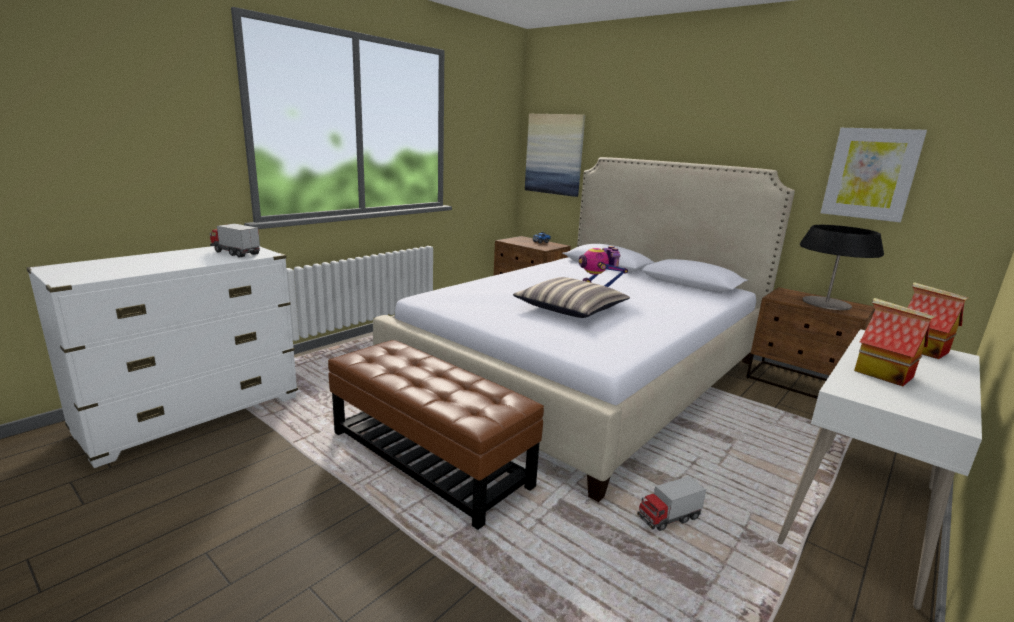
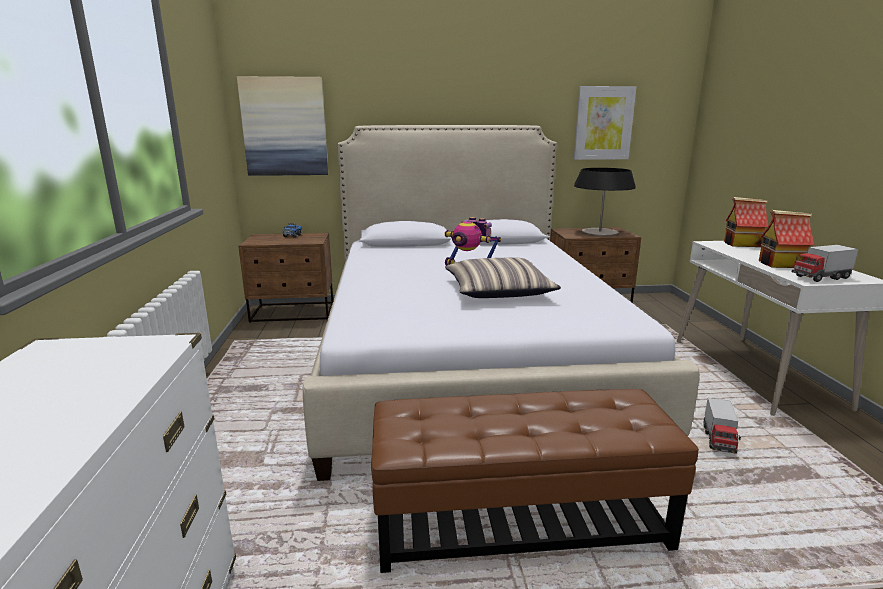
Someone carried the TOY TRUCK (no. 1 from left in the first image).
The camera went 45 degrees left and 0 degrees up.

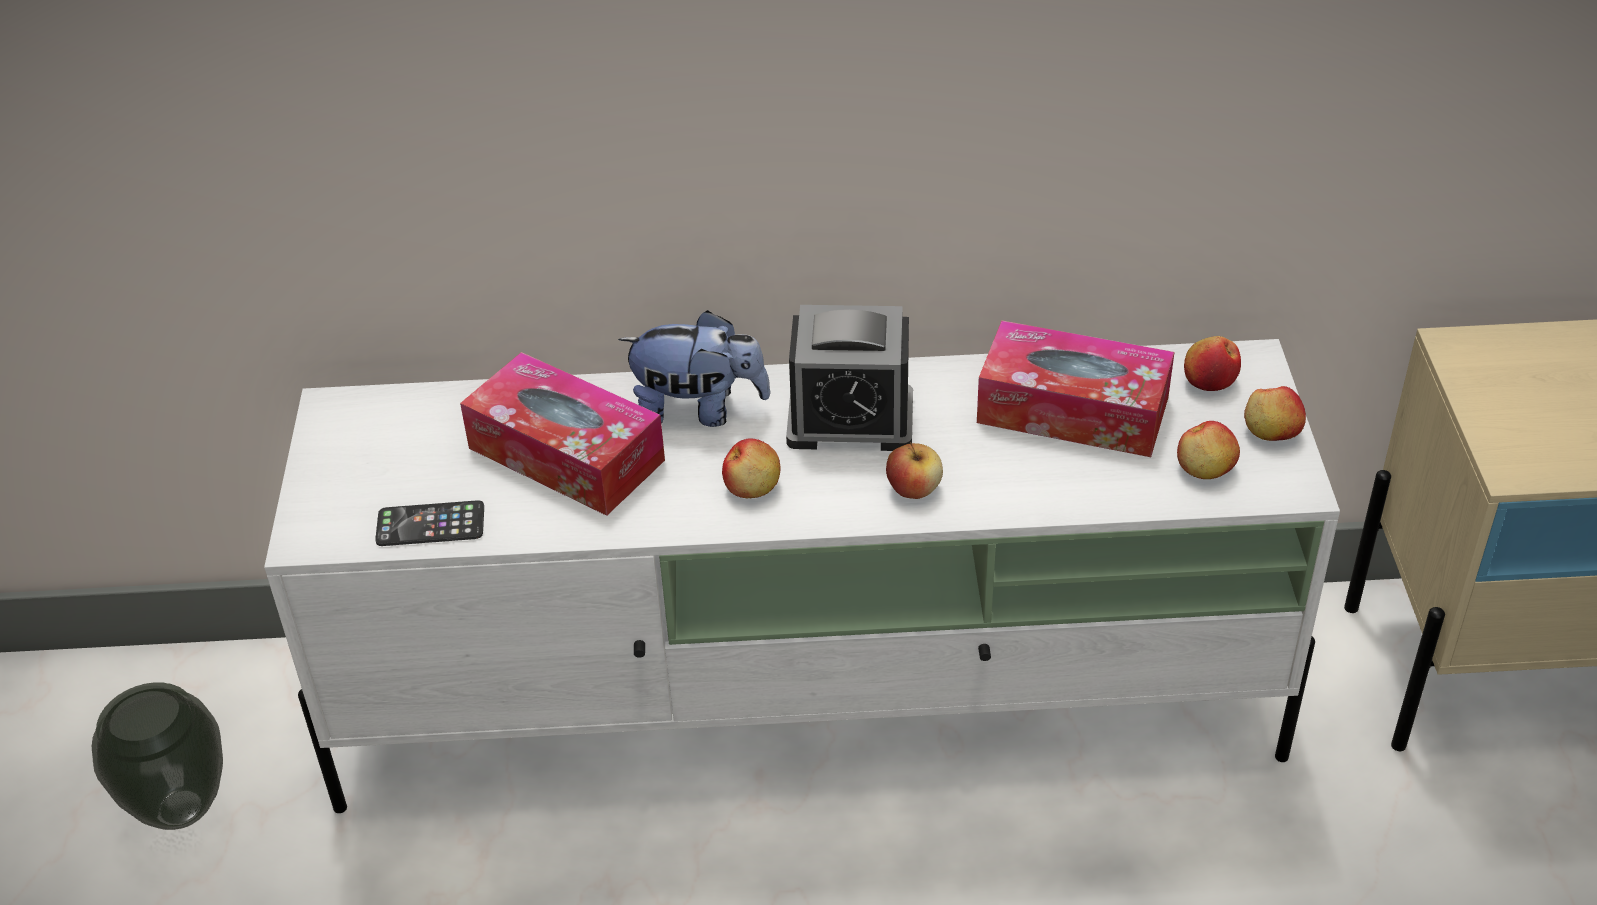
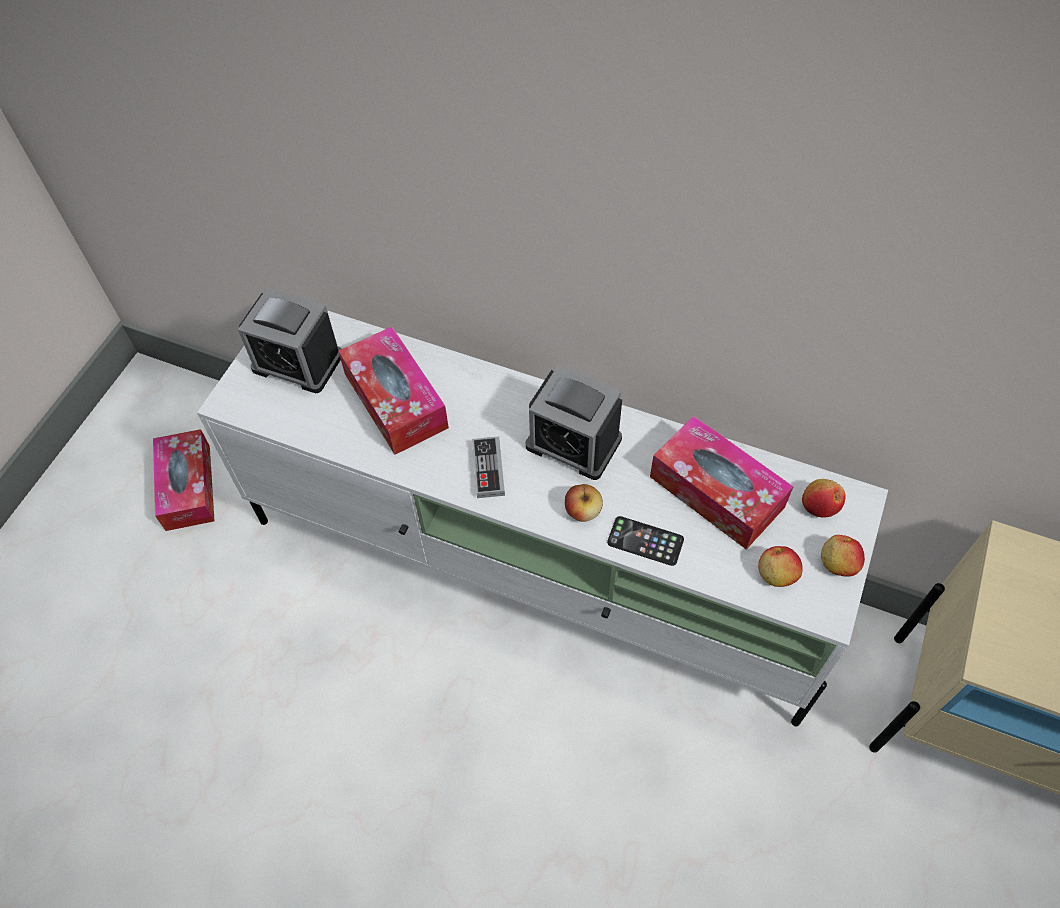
Someone took away the PLUSH TOY.
Someone swapped the APPLE (no. 1 from left) for the GAME CONTROLLER.
Someone carried the PHONE.
Someone swapped the VASE for the TISSUE BOX (no. 1 from left).
Someone put down the ALARM CLOCK (no. 1 from left).
The camera went 25 degrees right and 15 degrees up.

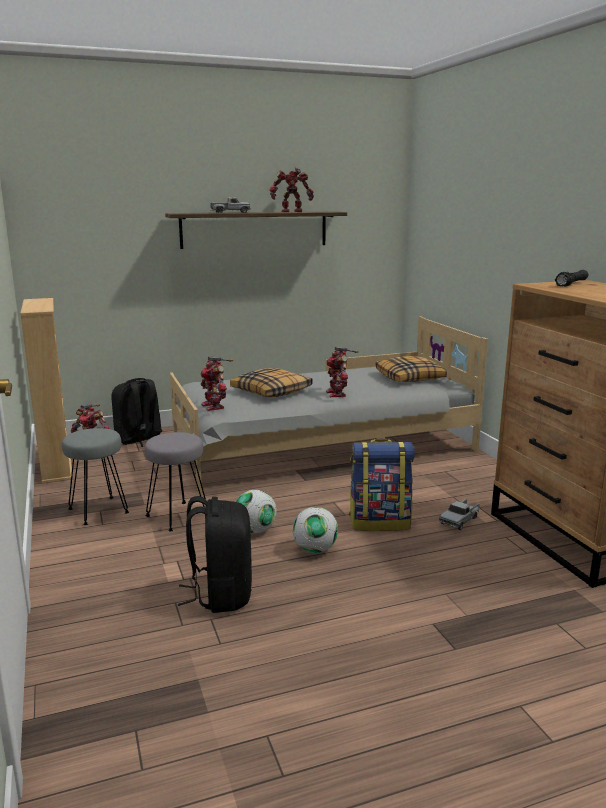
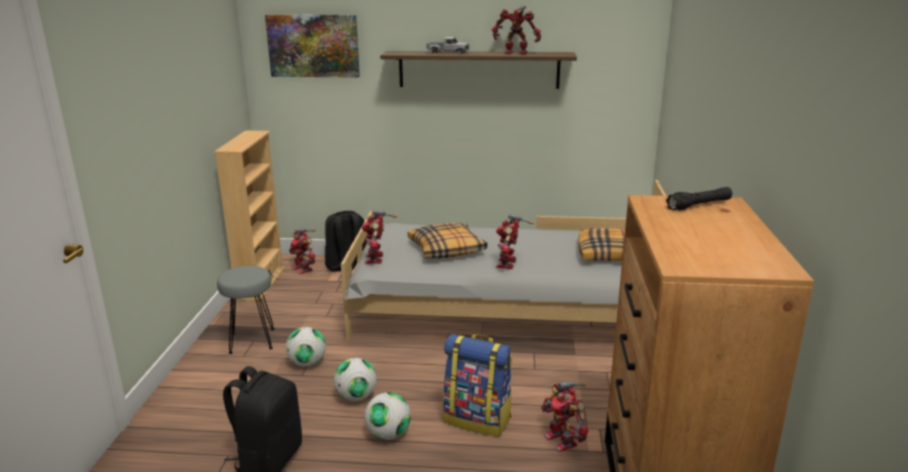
Someone swapped the GREY STOOL (no. 2 from left) for the FOOTBALL (no. 1 from left).
Someone swapped the TOY TRUCK (no. 2 from left) for the TOY ROBOT (no. 5 from left).
Someone put up the PICTURE.
The camera went 25 degrees right and 5 degrees up.

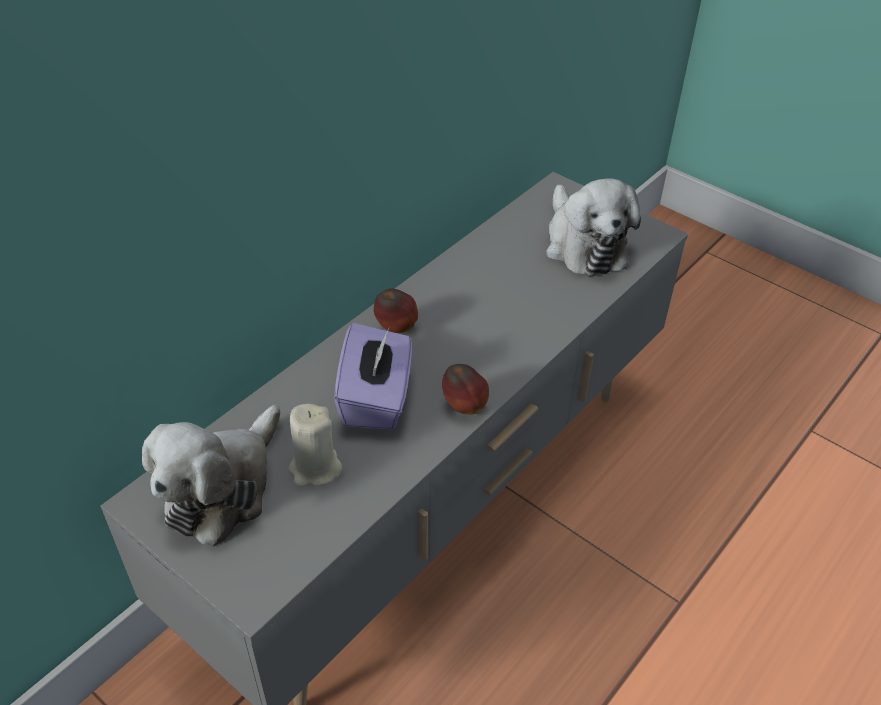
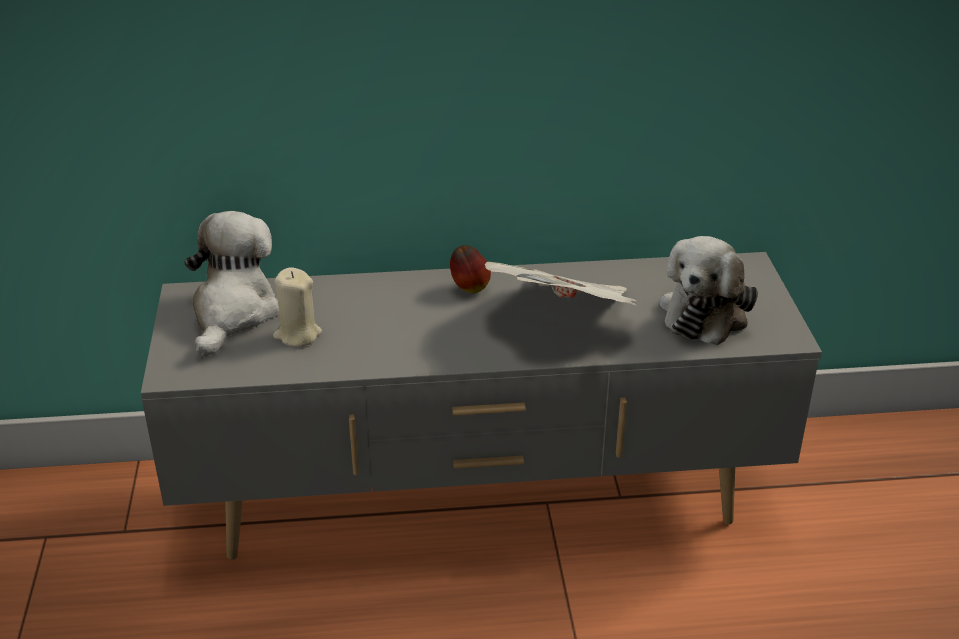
Someone took away the PURPLE TISSUE BOX.
Someone took away the APPLE (no. 2 from left).
Someone rotated the PLUSH TOY (no. 1 from left) by 120 degrees clockwise.
Someone put down the NEWSPAPER.
The camera went 45 degrees right and 10 degrees down.

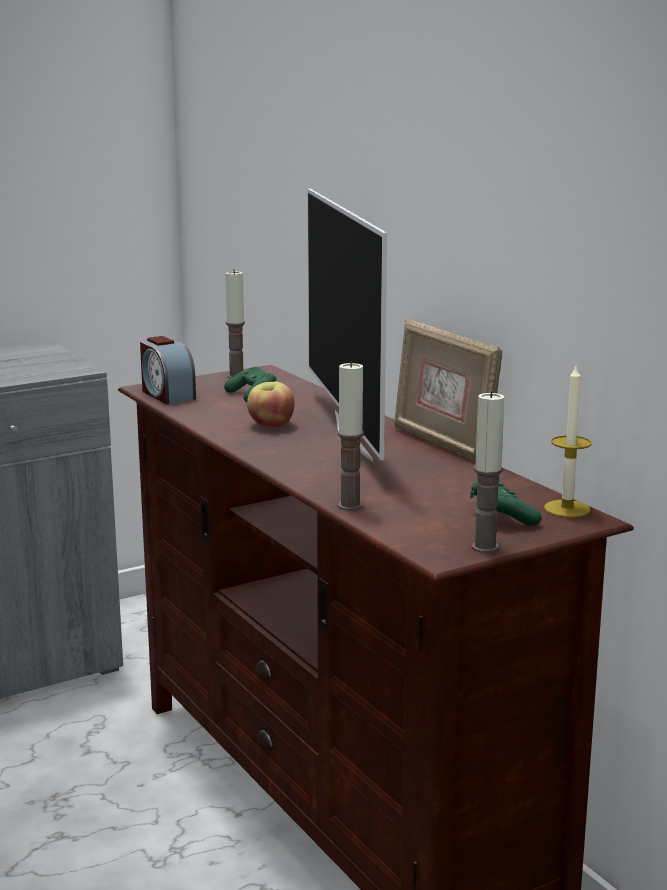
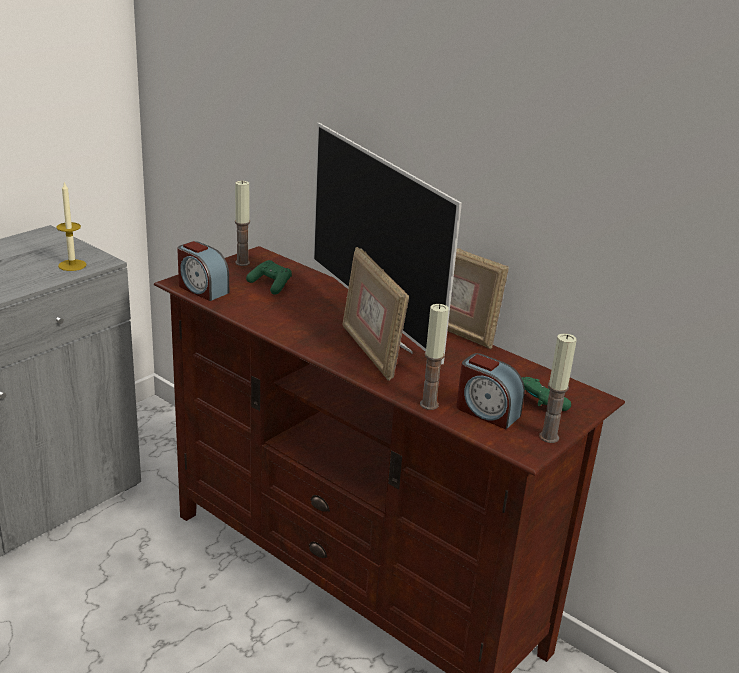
Someone carried the CANDLE (no. 4 from left in the first image).
Someone took away the APPLE.
Someone put down the PICTURE FRAME (no. 1 from left).
Someone put down the ALARM CLOCK (no. 2 from left).
The camera went 20 degrees left and 10 degrees up.

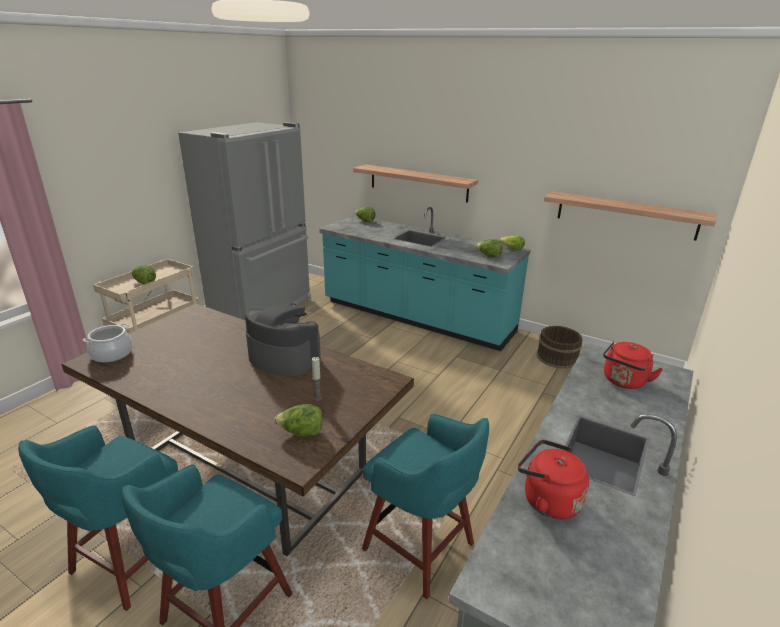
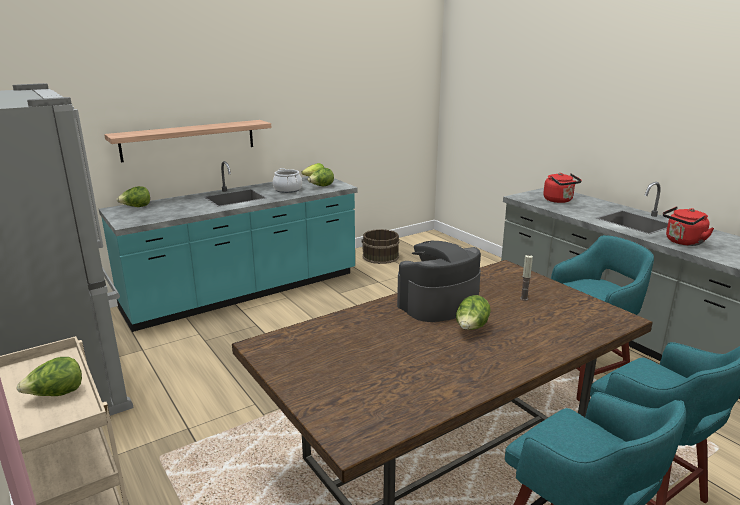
Someone took away the SHELF (no. 2 from left).
Someone carried the COOKING POT.
Someone carried the LETTUCE (no. 2 from left in the first image).
The camera went 65 degrees left and 5 degrees down.

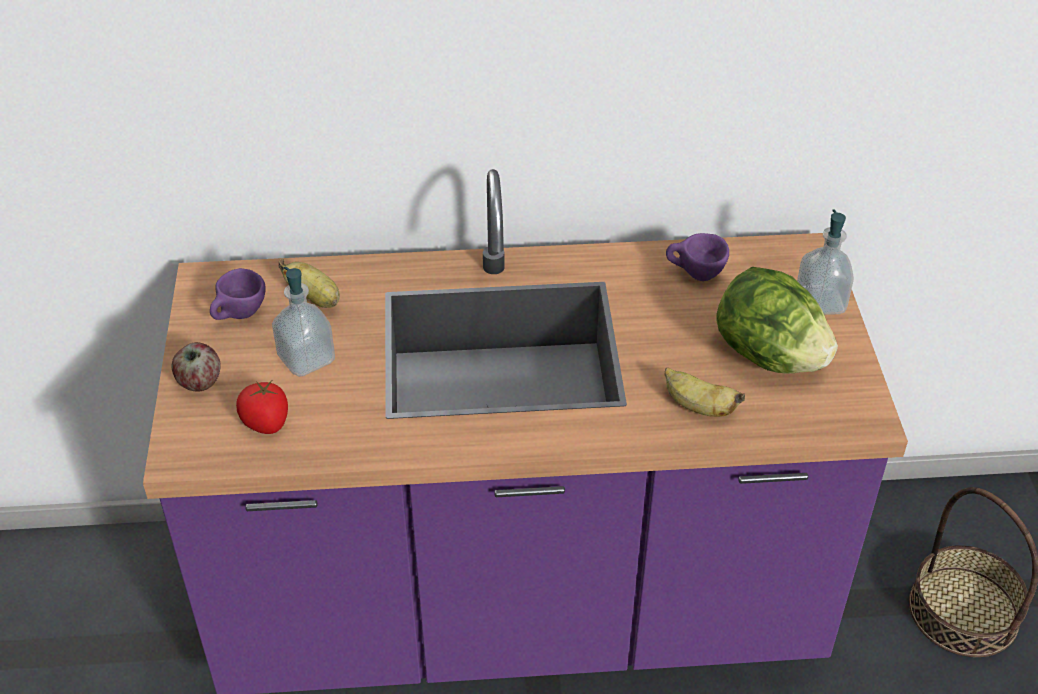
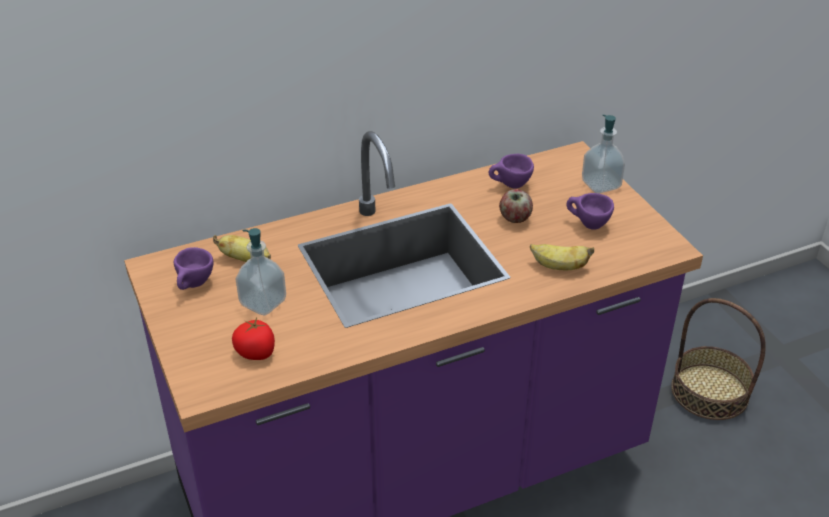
Someone swapped the LETTUCE for the PURPLE CUP (no. 3 from left).
Someone carried the APPLE.
The camera went 20 degrees left and 5 degrees down.

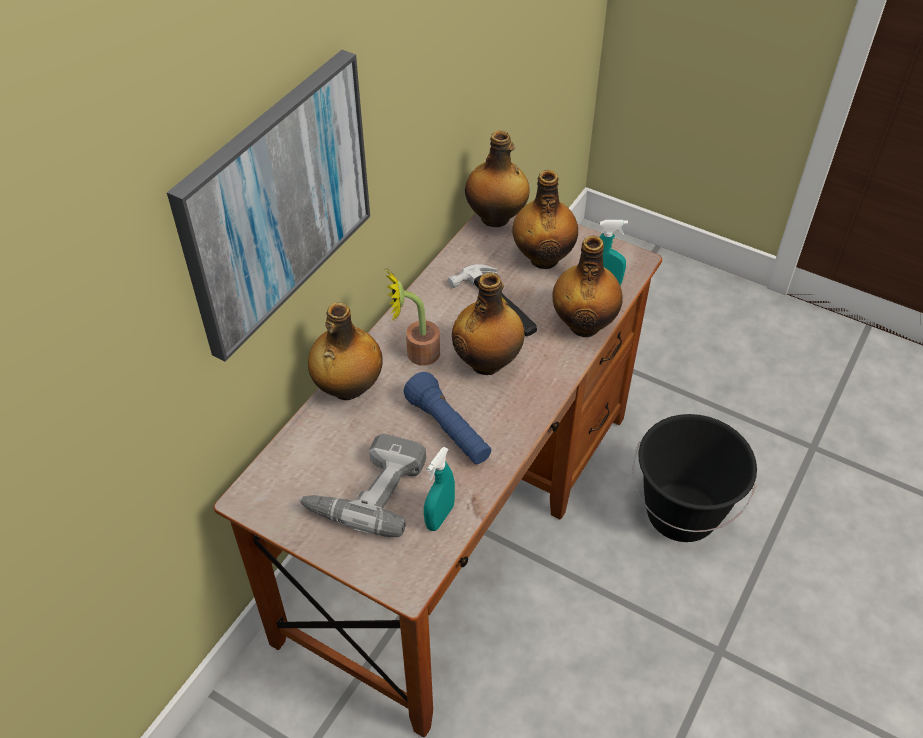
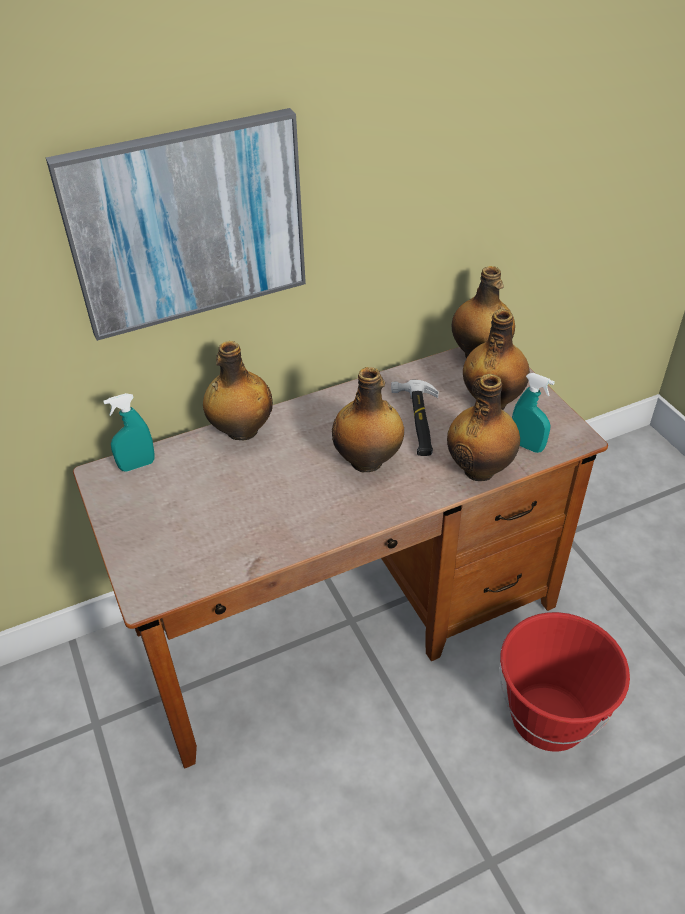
Someone took away the POTTED PLANT.
Someone took away the BLUE FLASHLIGHT.
Someone repainted the BLACK BUCKET, which became the RED BUCKET.
Someone took away the POWER DRILL.
Someone carried the TURQUOISE SPRAY BOTTLE (no. 1 from left).
The camera went 35 degrees right and 5 degrees down.

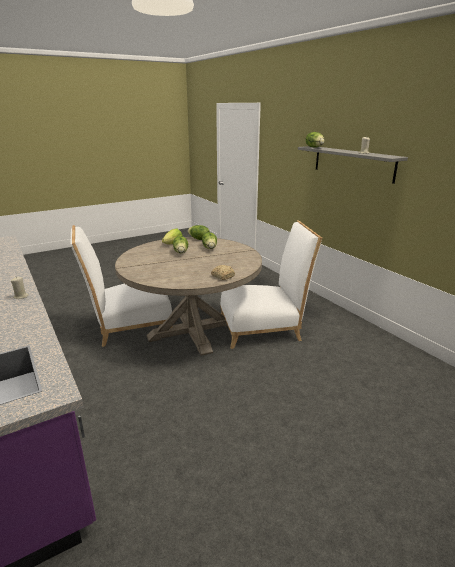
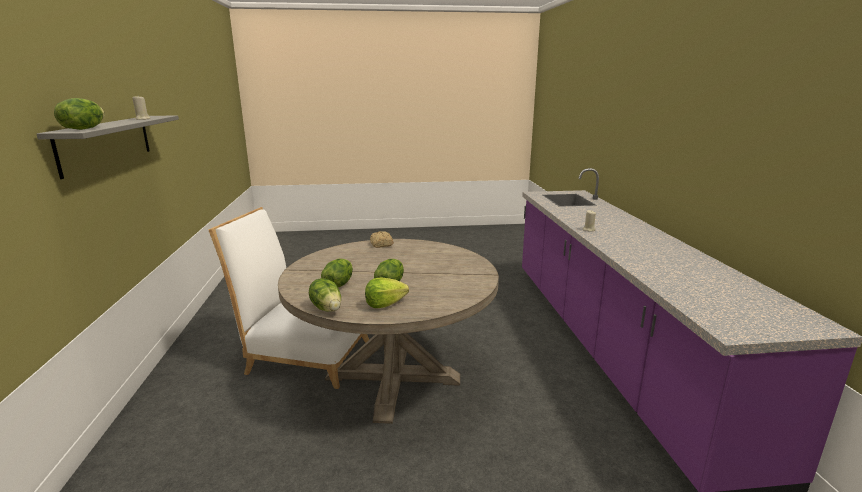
Someone took away the WHITE CHAIR (no. 1 from left).
The camera went 155 degrees left and 5 degrees down.

